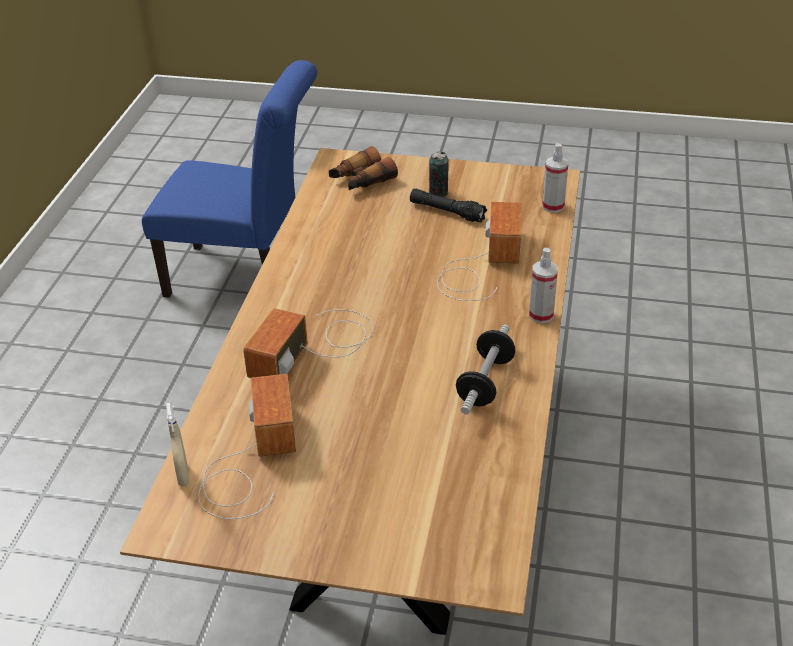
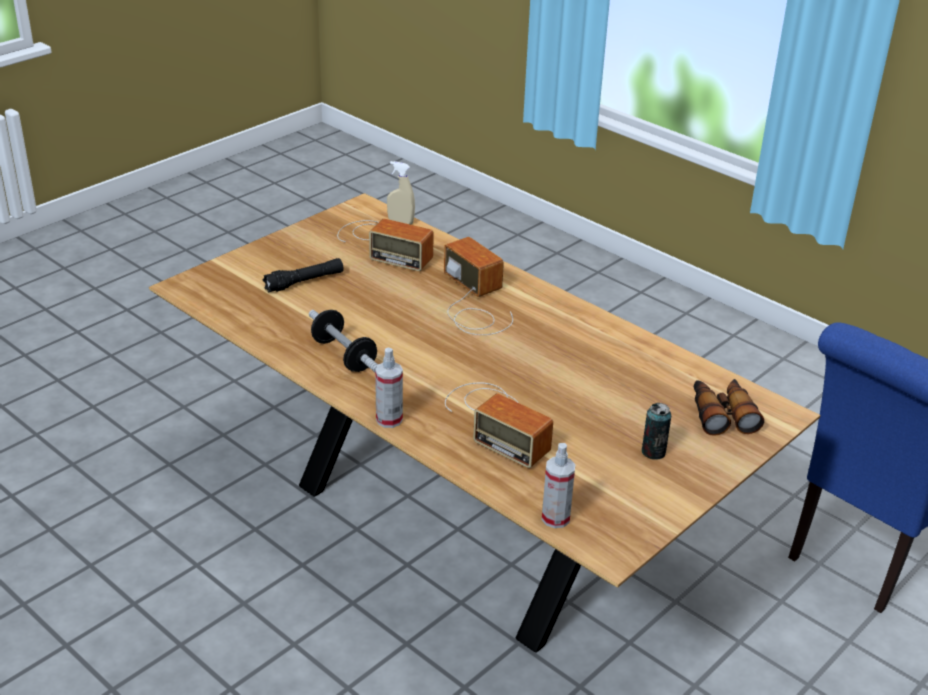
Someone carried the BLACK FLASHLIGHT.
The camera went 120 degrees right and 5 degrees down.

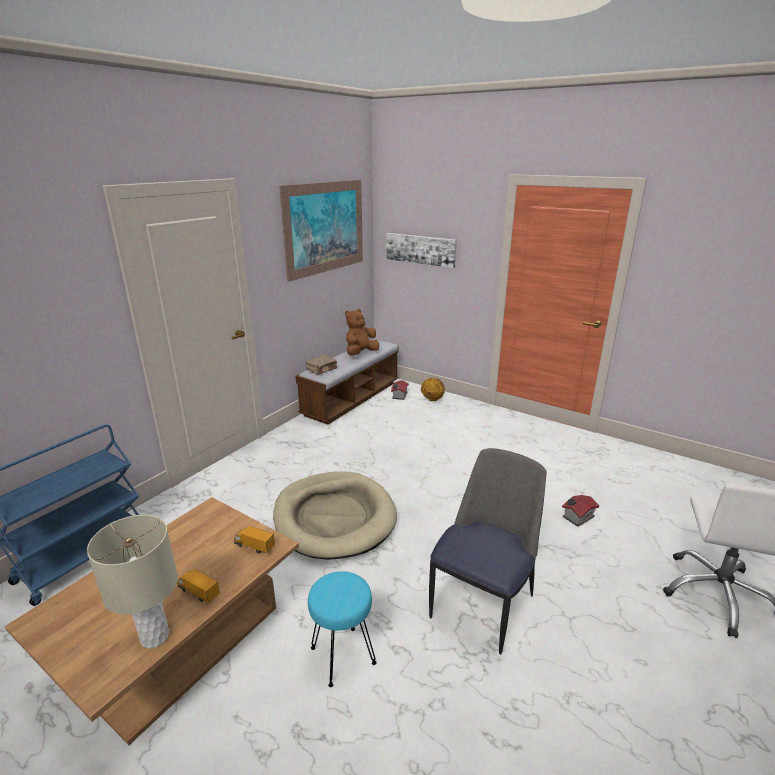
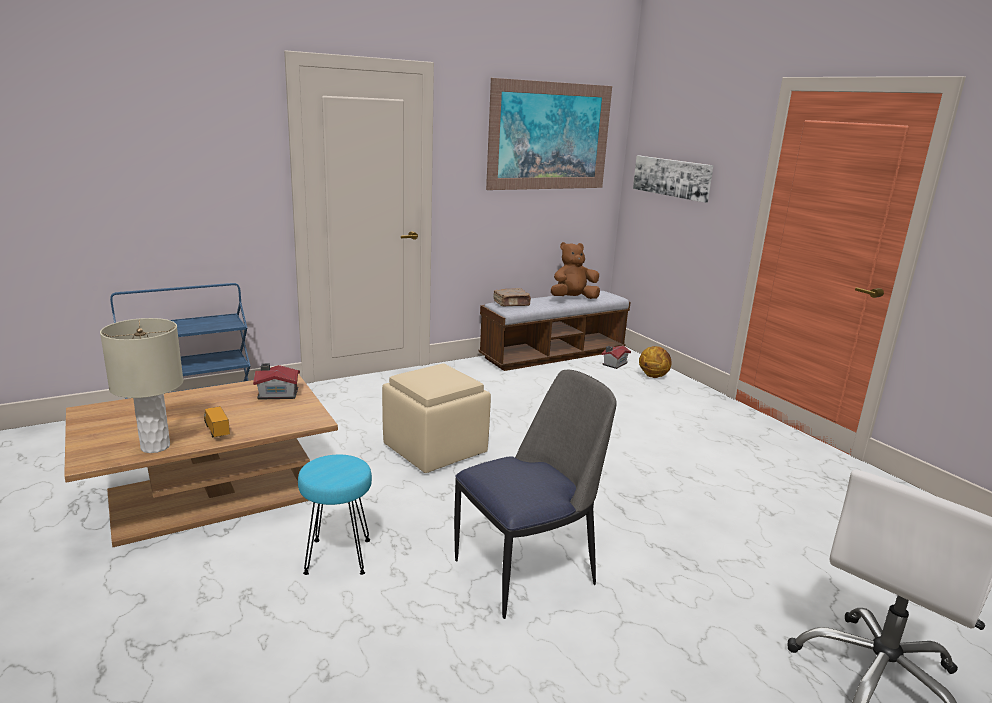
Someone swapped the BEIGE DOG BED for the BEIGE OTTOMAN.
Someone carried the TOY HOUSE (no. 2 from left in the first image).
Someone took away the TOY TRUCK (no. 2 from left).
The camera went 25 degrees right and 5 degrees down.

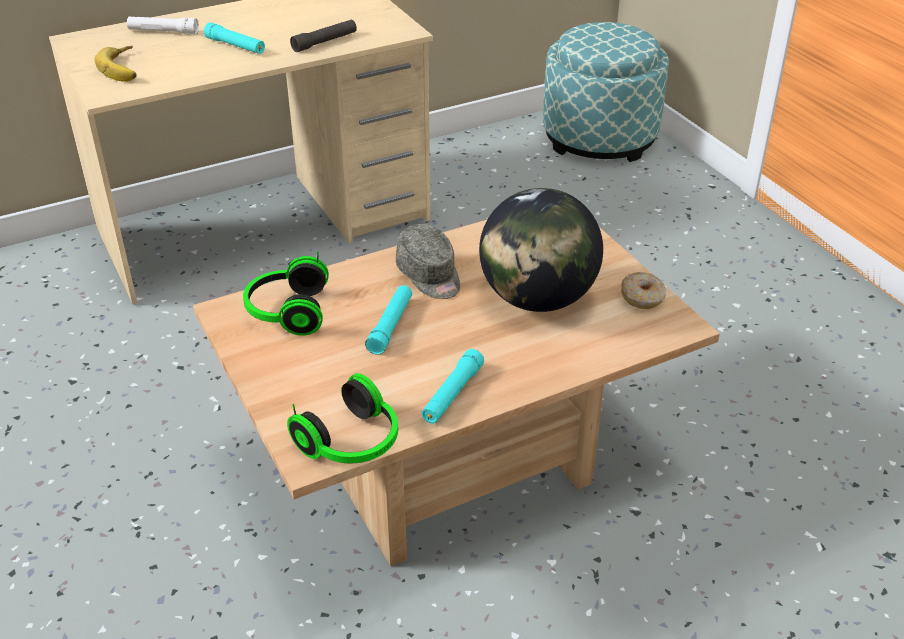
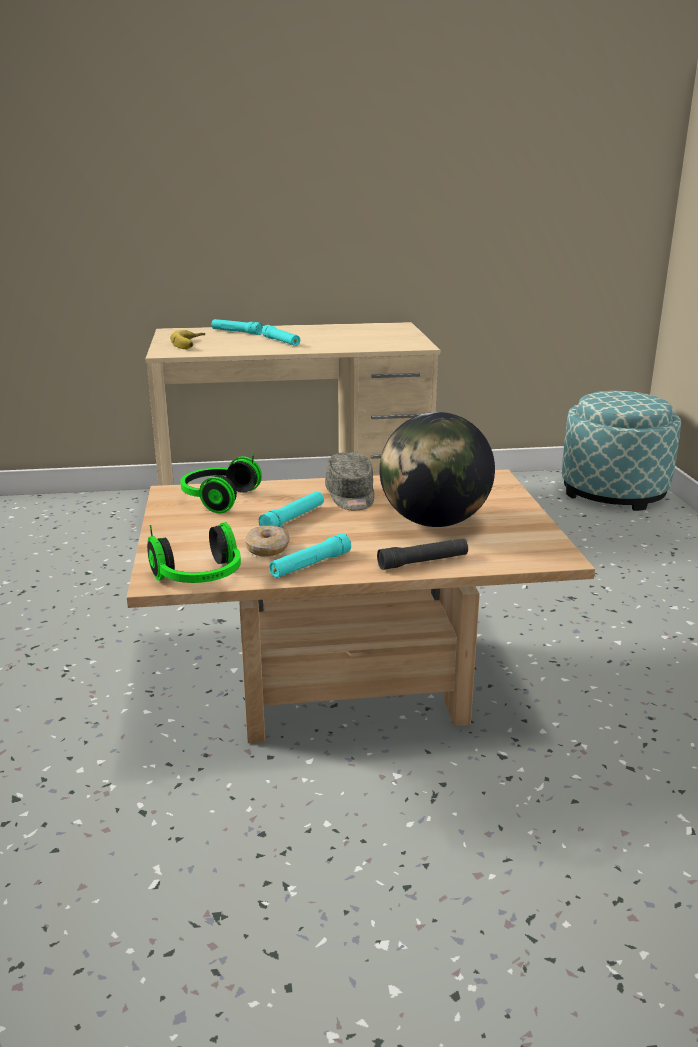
Someone repainted the WHITE FLASHLIGHT, which became the TURQUOISE FLASHLIGHT (no. 1 from left).
Someone carried the BLACK FLASHLIGHT.
Someone carried the DONUT.
The camera went 20 degrees right and 15 degrees down.

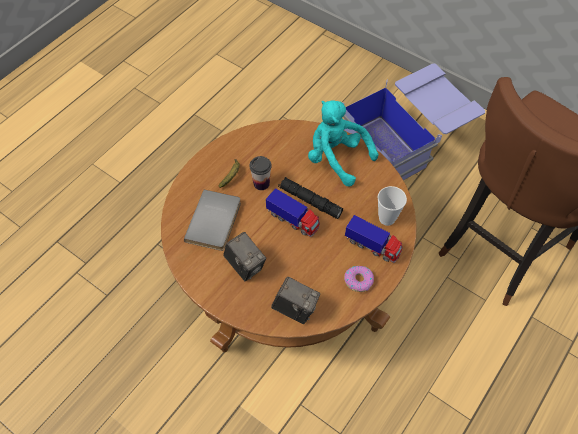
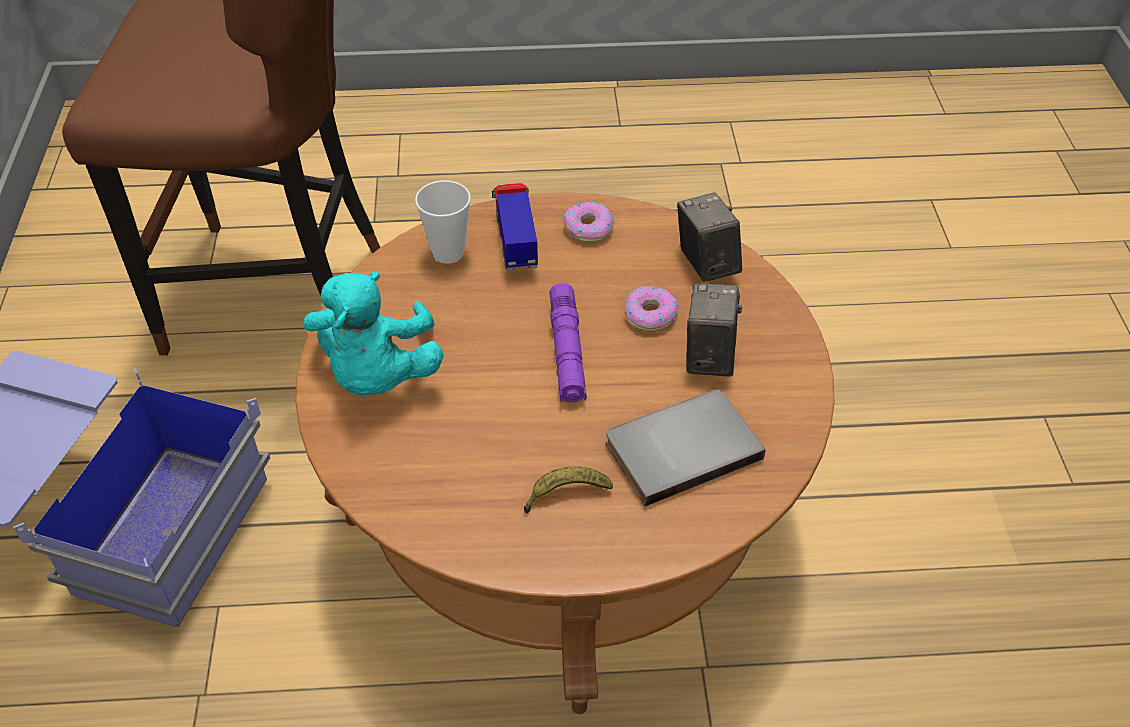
Someone took away the CUP (no. 1 from left).
Someone took away the BLACK FLASHLIGHT.
Someone swapped the TOY TRUCK (no. 1 from left) for the PURPLE FLASHLIGHT.
Someone put down the DONUT (no. 2 from left).
The camera went 130 degrees left and 10 degrees down.

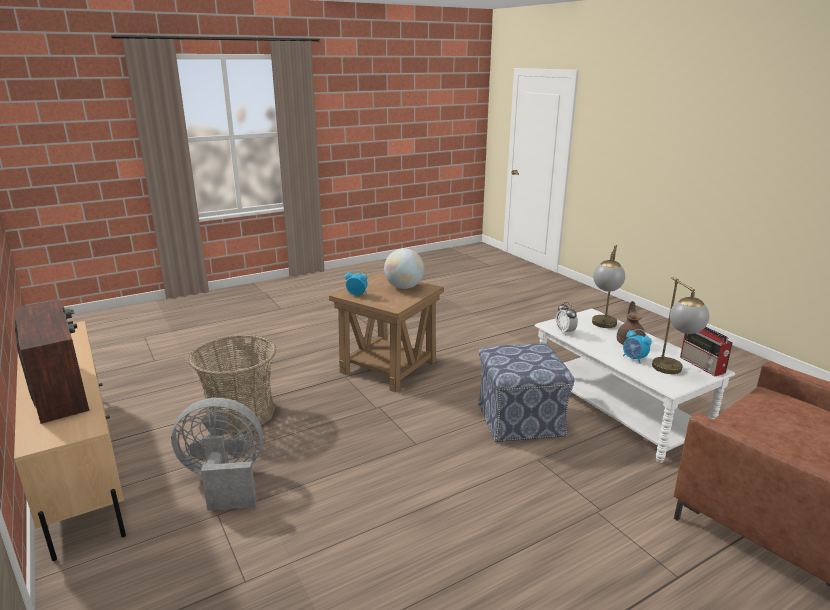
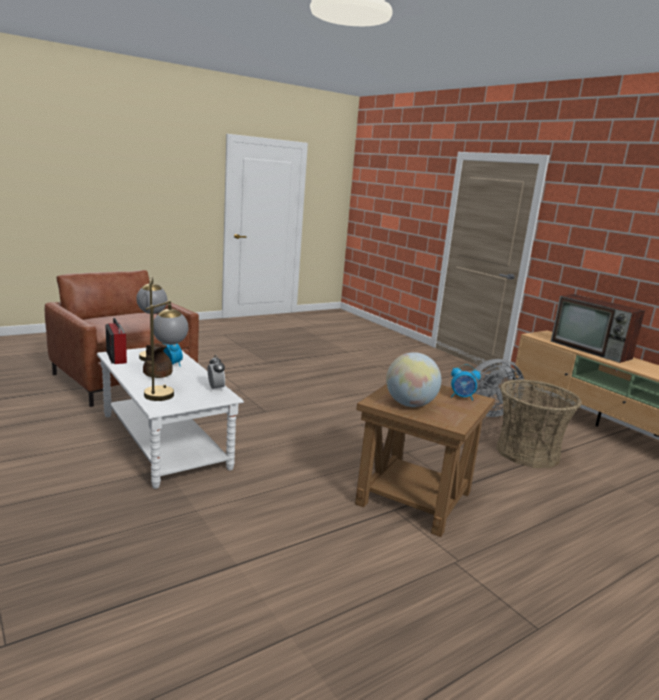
Someone took away the OTTOMAN.
The camera went 175 degrees right and 5 degrees down.

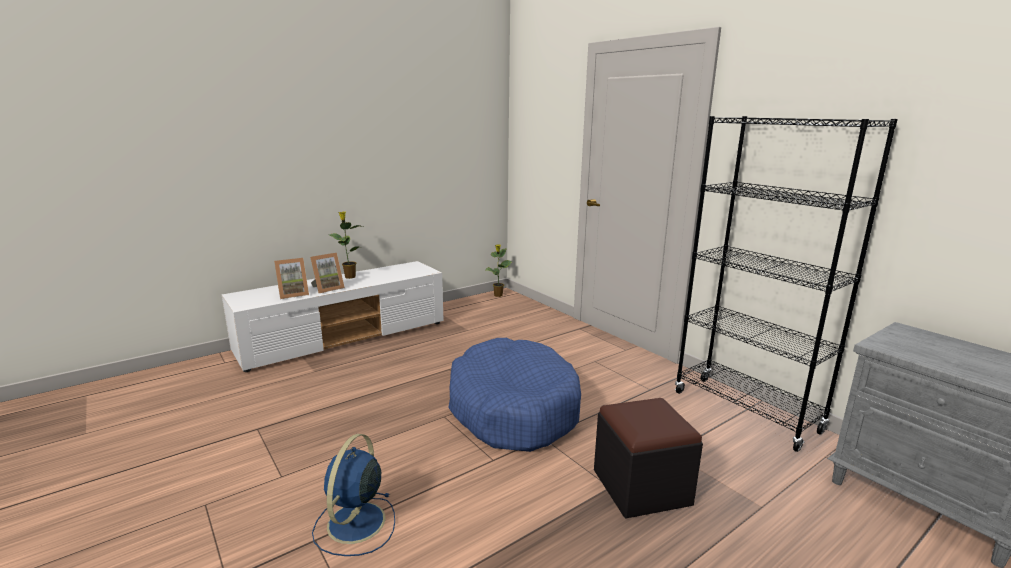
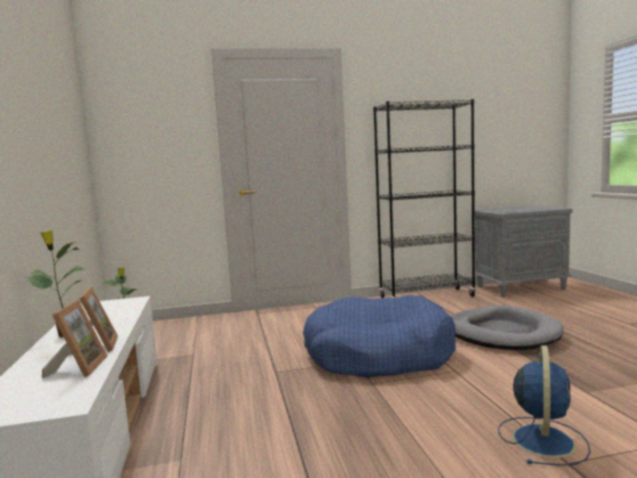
Someone swapped the BLACK OTTOMAN for the GREY DOG BED.
Someone rotated the BLUE FAN by 105 degrees counterclockwise.
The camera went 65 degrees left and 10 degrees down.

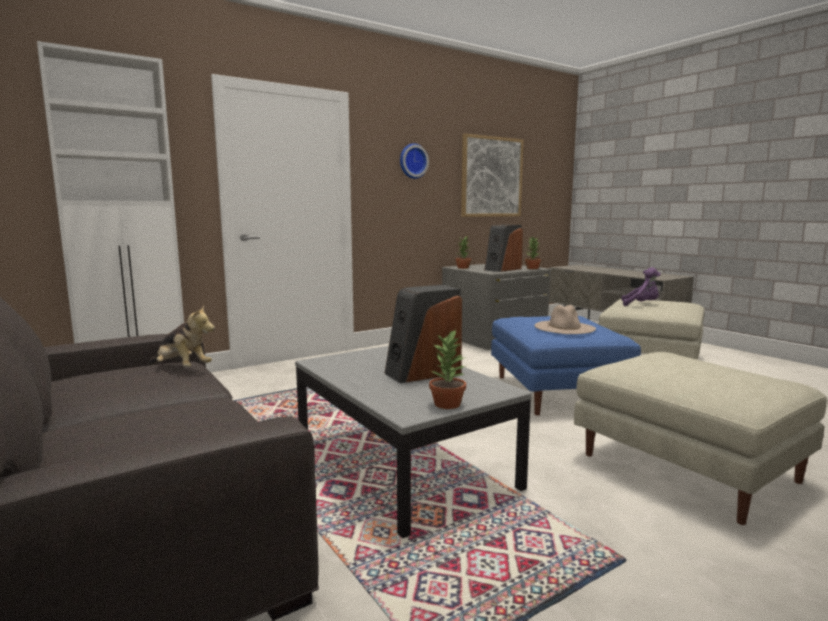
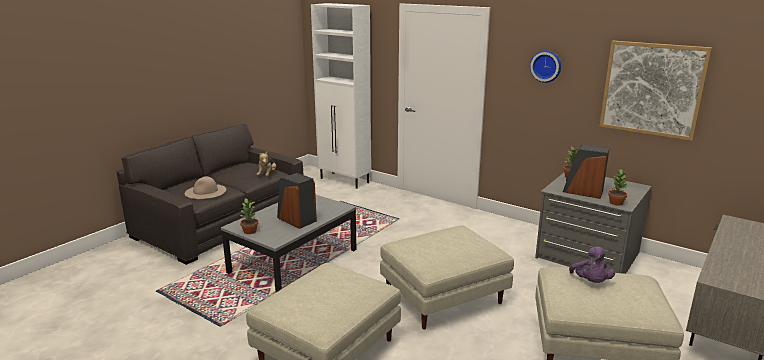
Someone carried the BEIGE HAT.
Someone repainted the BLUE OTTOMAN, which became the BEIGE OTTOMAN (no. 2 from left).
The camera went 70 degrees right and 10 degrees up.

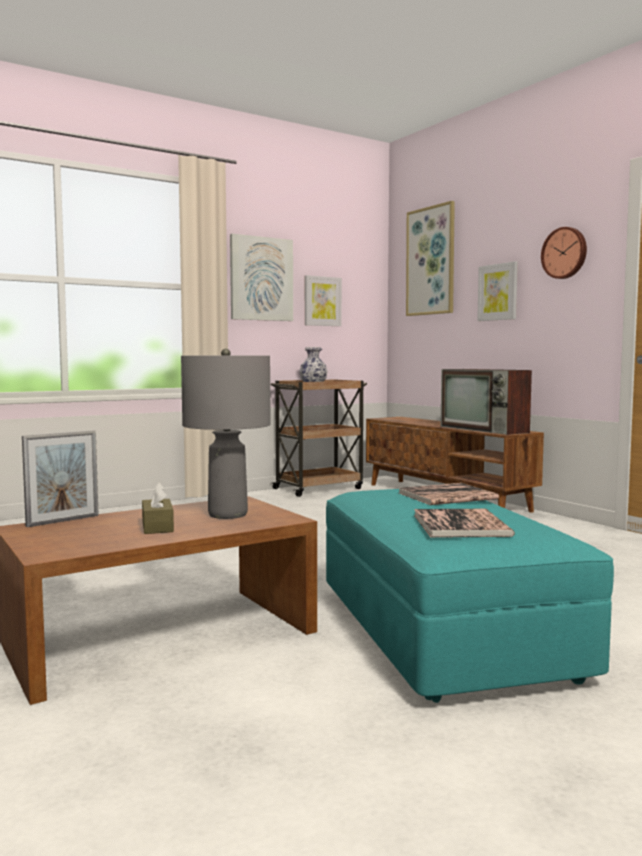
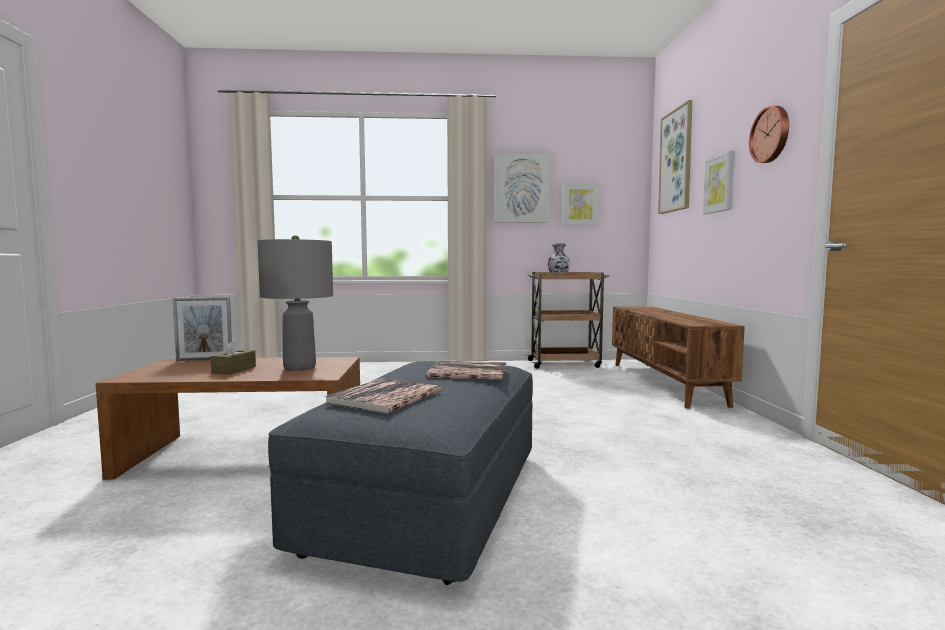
Someone took away the TELEVISION.
Someone repainted the TURQUOISE OTTOMAN, which became the GREY OTTOMAN.
The camera went 30 degrees right and 0 degrees up.

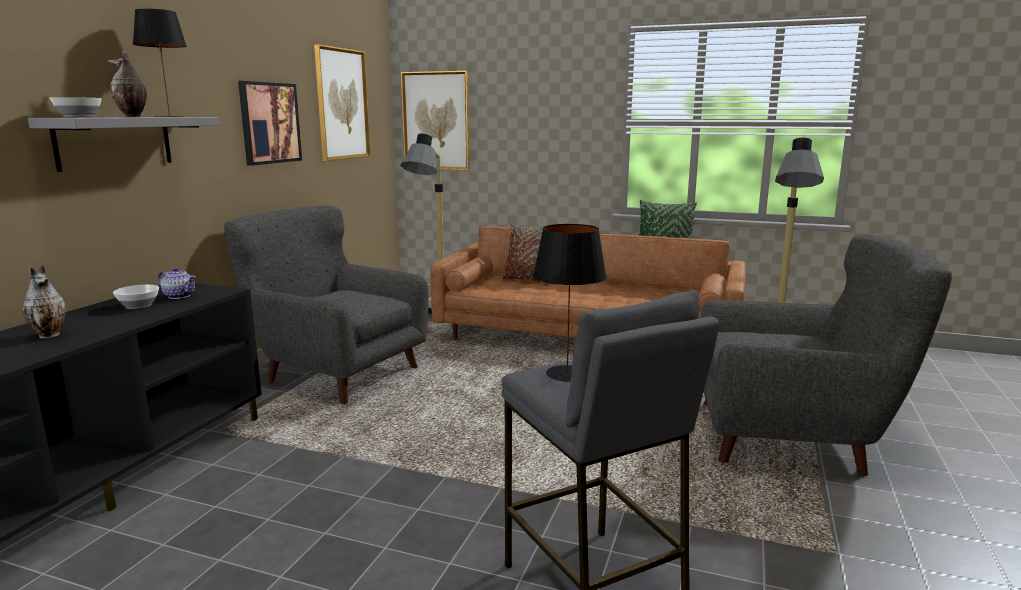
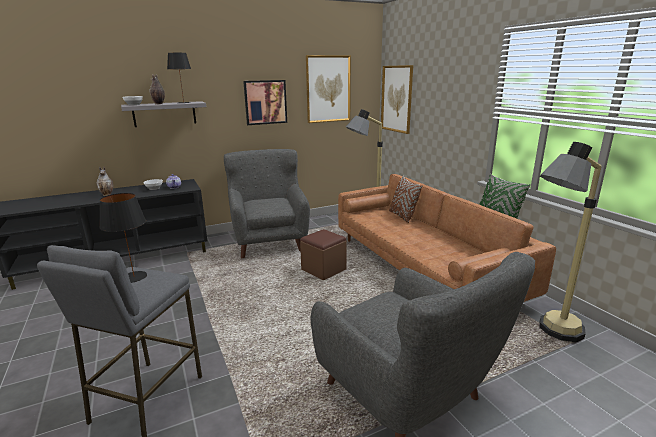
Someone put down the BROWN OTTOMAN.
The camera went 45 degrees right and 5 degrees up.

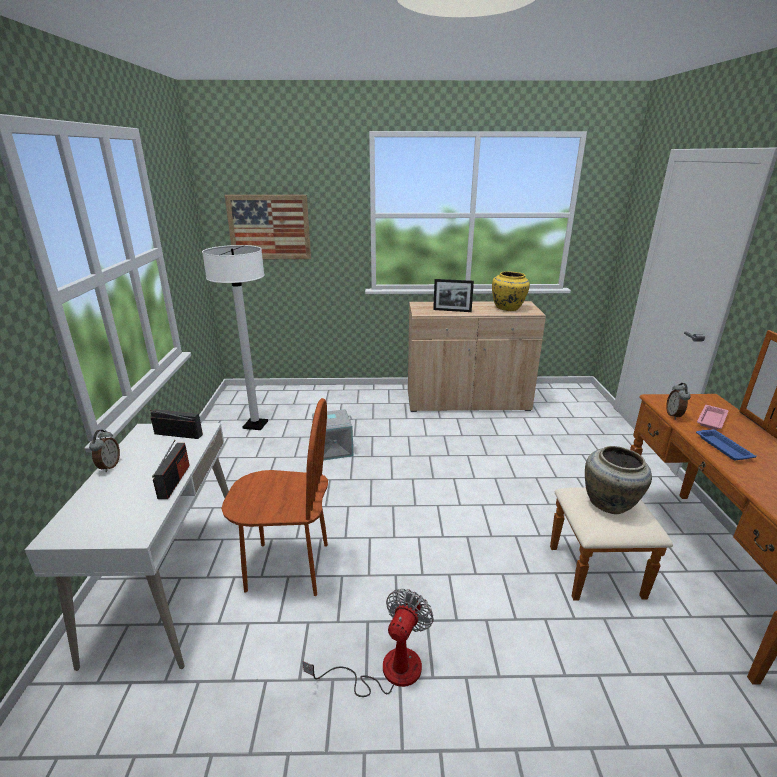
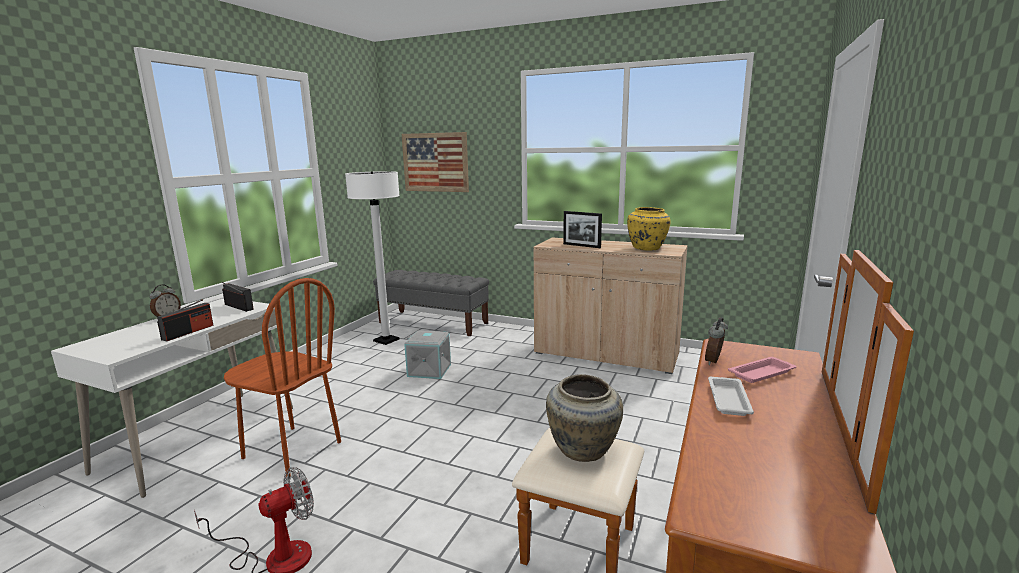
Someone repainted the BLUE TRAY, which became the WHITE TRAY.
Someone put down the GREY BENCH.
The camera went 25 degrees right and 10 degrees down.

